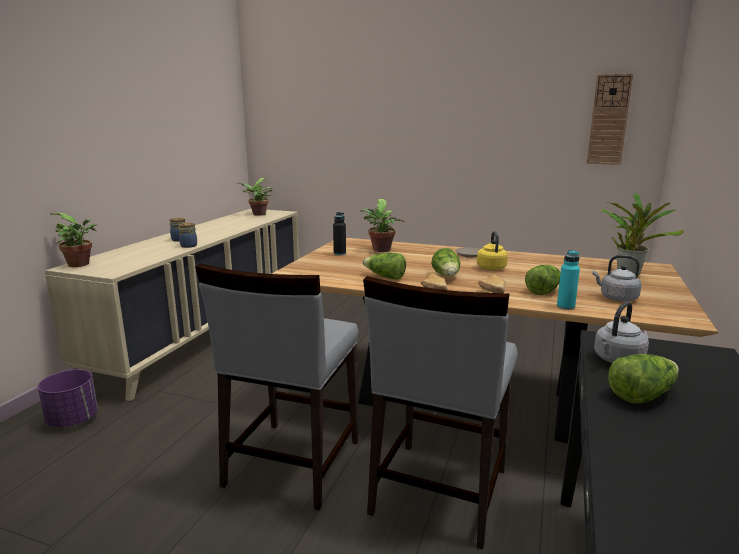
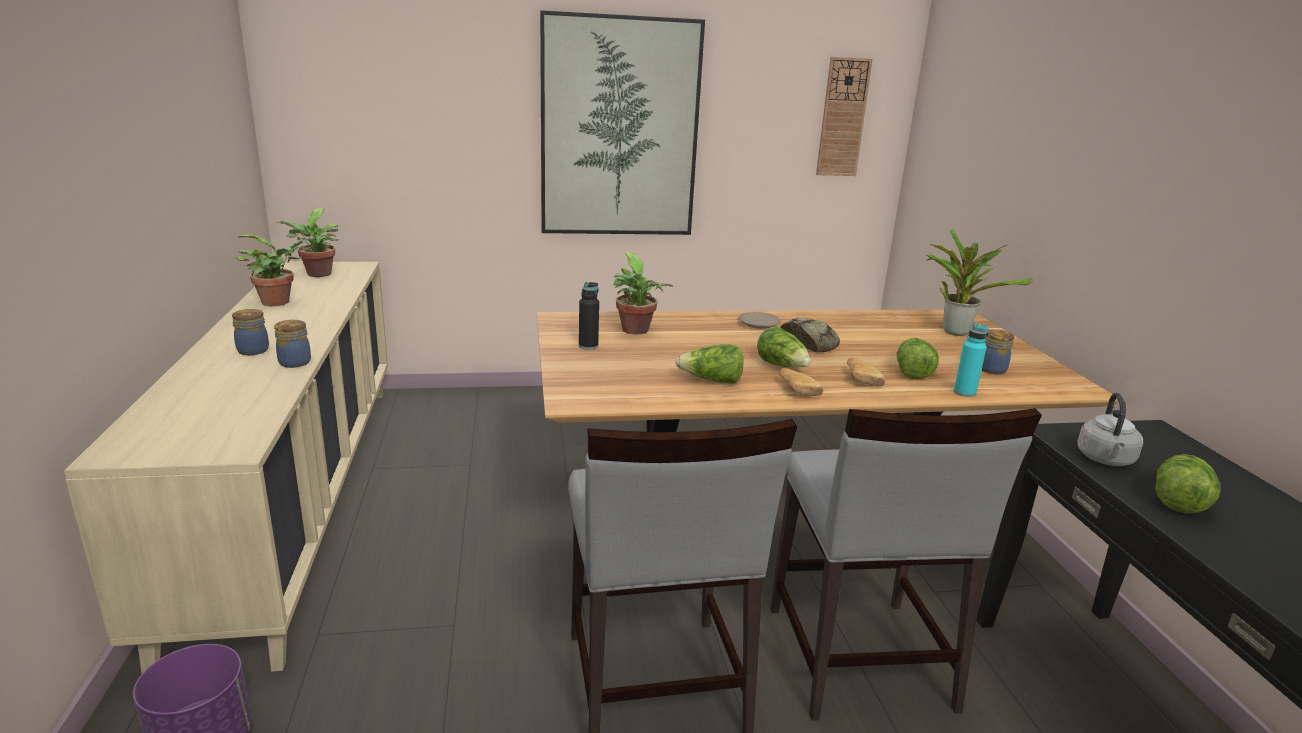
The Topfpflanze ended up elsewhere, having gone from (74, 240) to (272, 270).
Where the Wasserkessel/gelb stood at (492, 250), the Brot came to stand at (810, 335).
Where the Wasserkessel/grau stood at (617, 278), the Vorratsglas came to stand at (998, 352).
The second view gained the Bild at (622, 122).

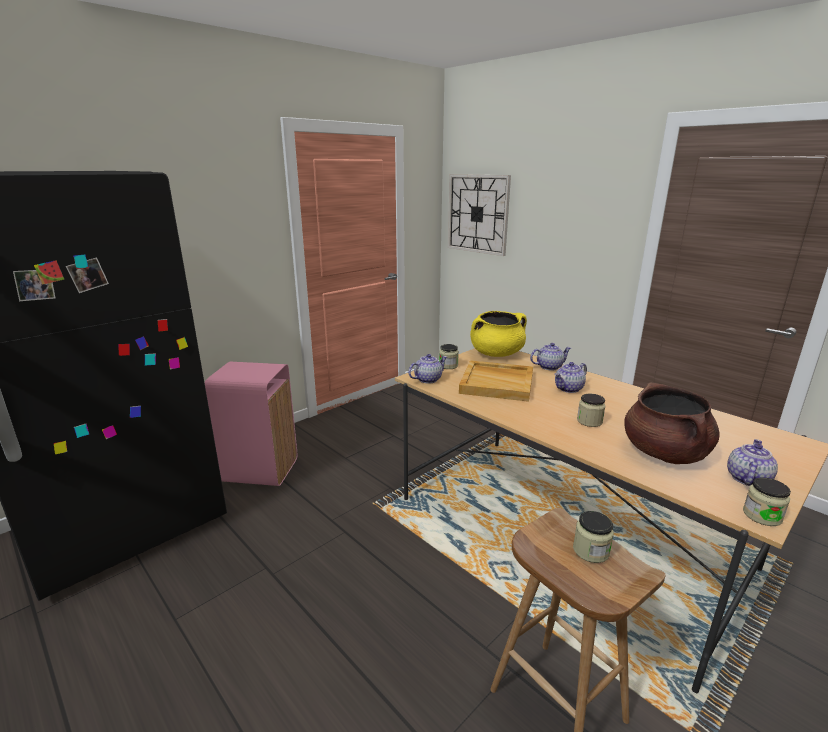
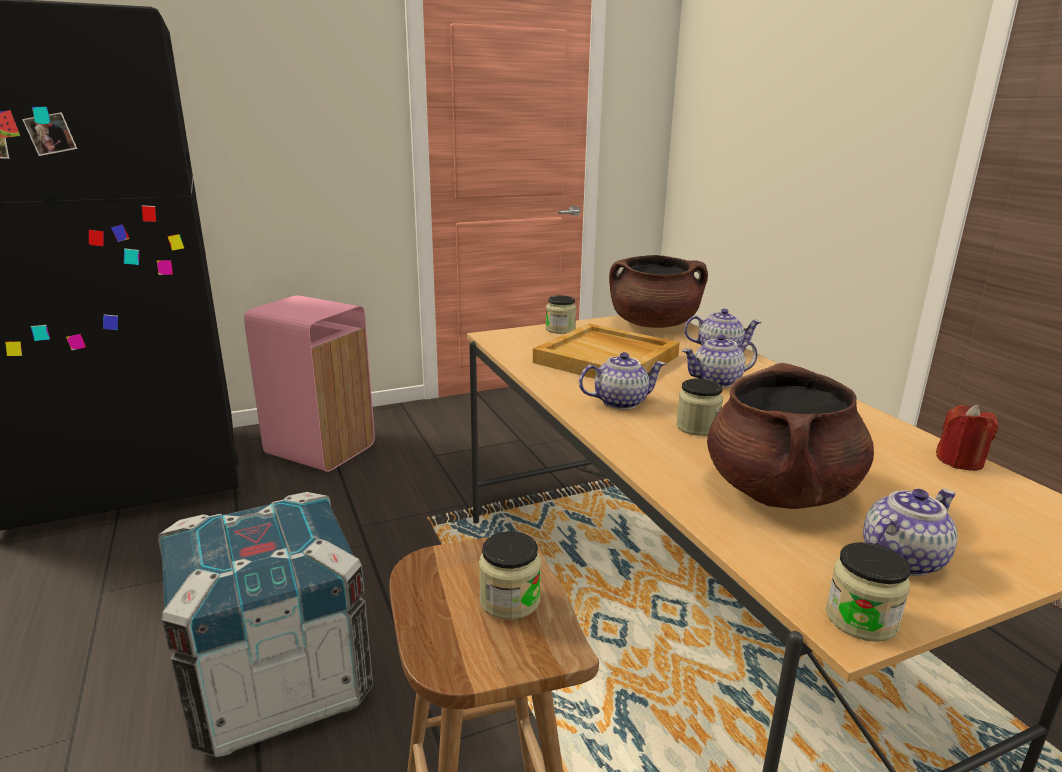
The Teekanne ended up elsewhere, having gone from (427, 369) to (622, 381).
The second view lost the Wanduhr at (479, 215).
What was the Kochtopf/gelb at (498, 334) turned into the Kochtopf/braun at (658, 291).
The second view gained the Kiste at (265, 624).
The second view gained the Kerze/rot at (967, 438).

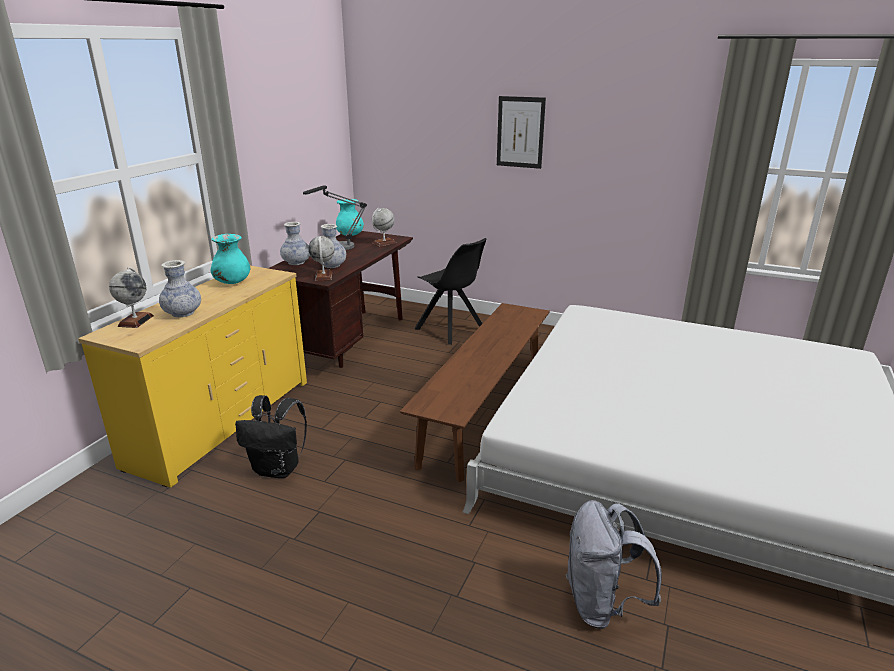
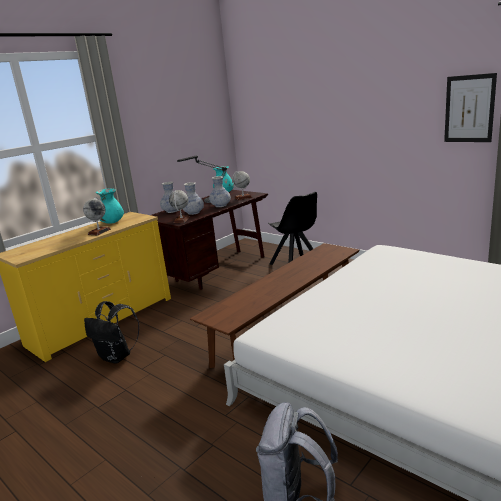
The Globus ended up elsewhere, having gone from (131, 297) to (97, 216).
The Vase ended up elsewhere, having gone from (180, 288) to (220, 191).
The Bild ended up elsewhere, having gone from (521, 132) to (470, 107).

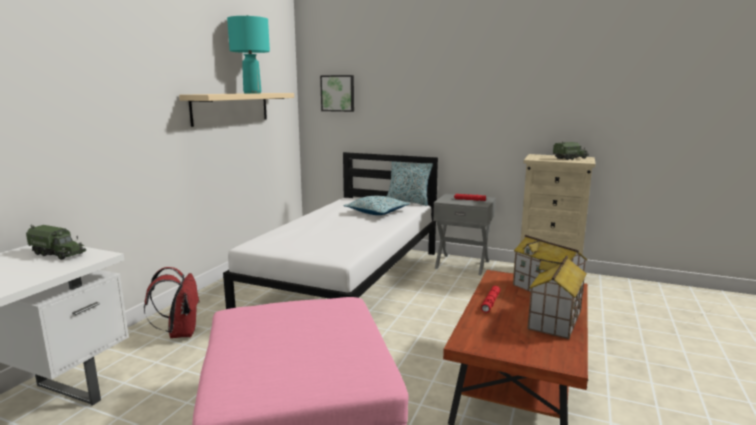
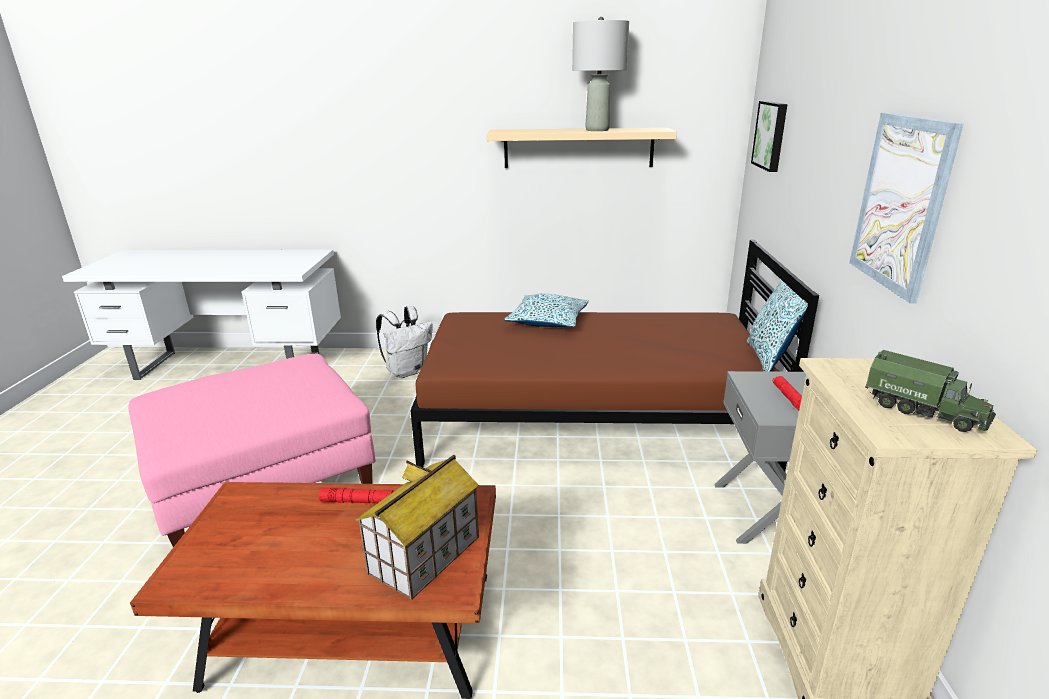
The second view lost the Spielzeuglaster at (56, 242).
What was the Rucksack/rot at (172, 302) turned into the Rucksack/weiß at (404, 342).
What was the Bett/weiß at (330, 230) turned into the Bett/braun at (614, 355).
What was the Tischlampe/türkis at (248, 54) turned into the Tischlampe/grau at (600, 74).
The Kissen ended up elsewhere, having gone from (377, 205) to (546, 310).
The second view lost the Spielzeughaus at (557, 297).
The second view gained the Bild at (906, 208).

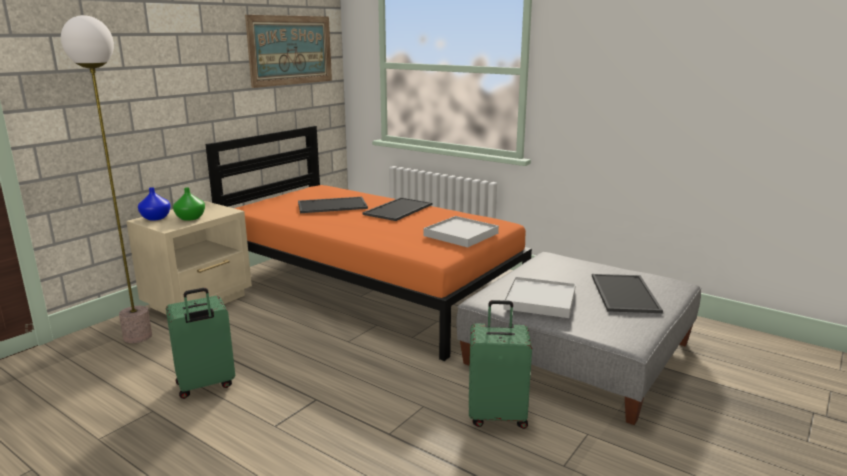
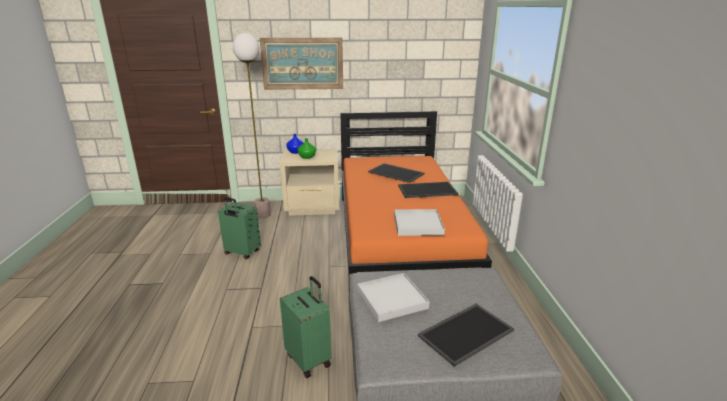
The Bild ended up elsewhere, having gone from (288, 51) to (301, 63).

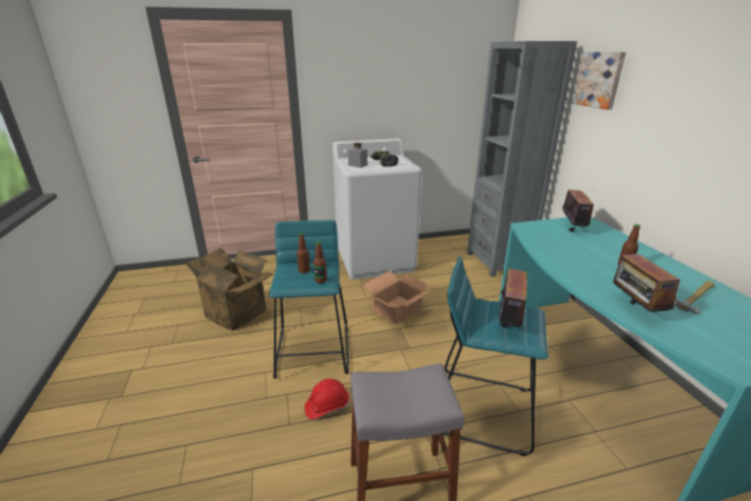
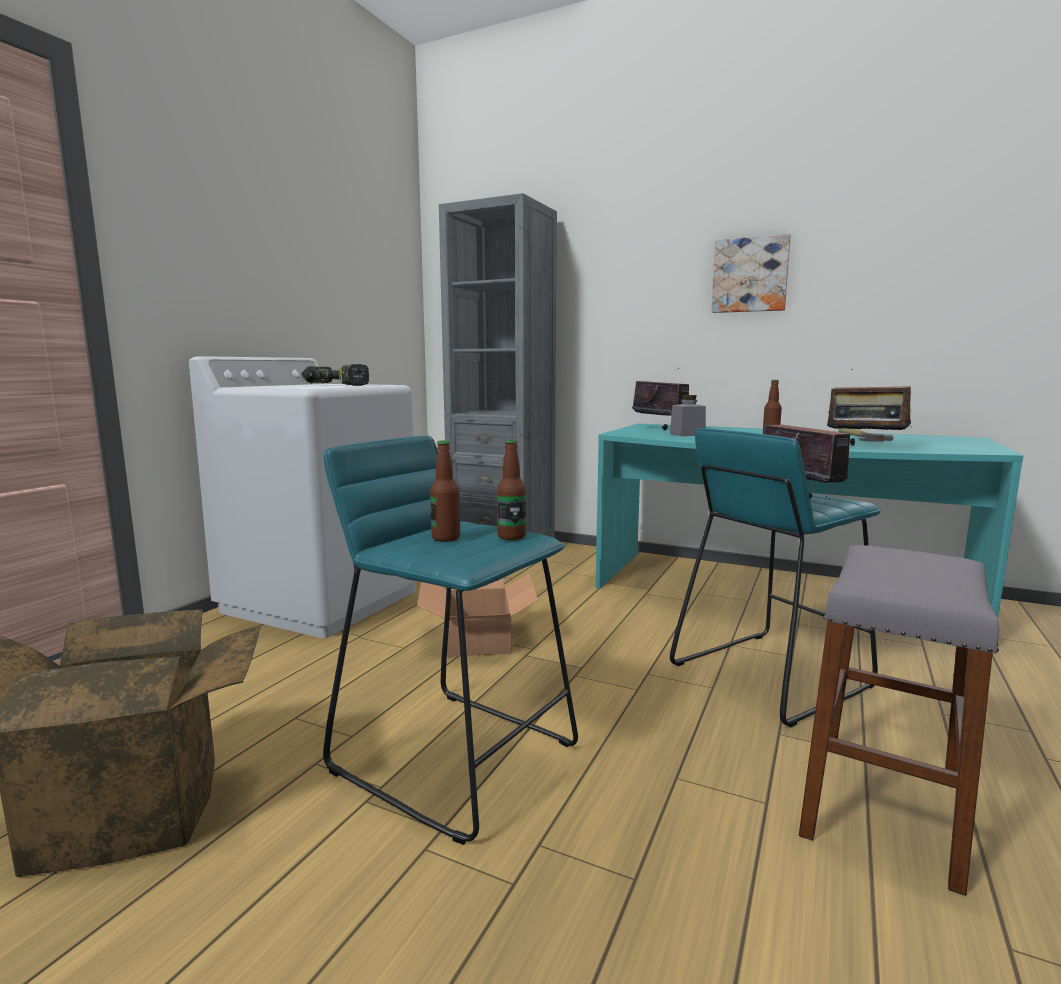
The second view lost the Schutzhelm/rot at (327, 399).
The Vorratsglas/grau ended up elsewhere, having gone from (358, 155) to (688, 415).
The Bild ended up elsewhere, having gone from (599, 81) to (751, 273).

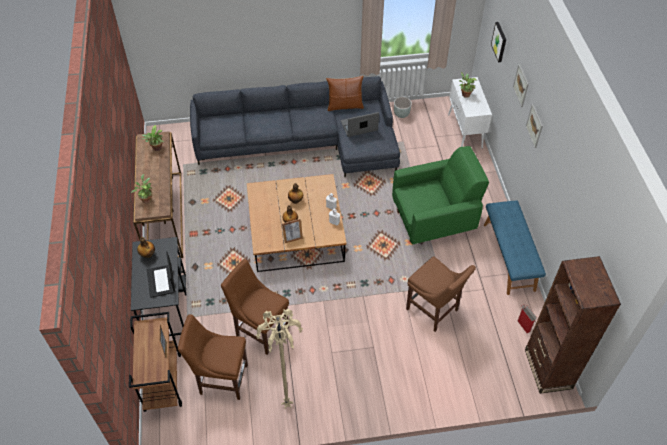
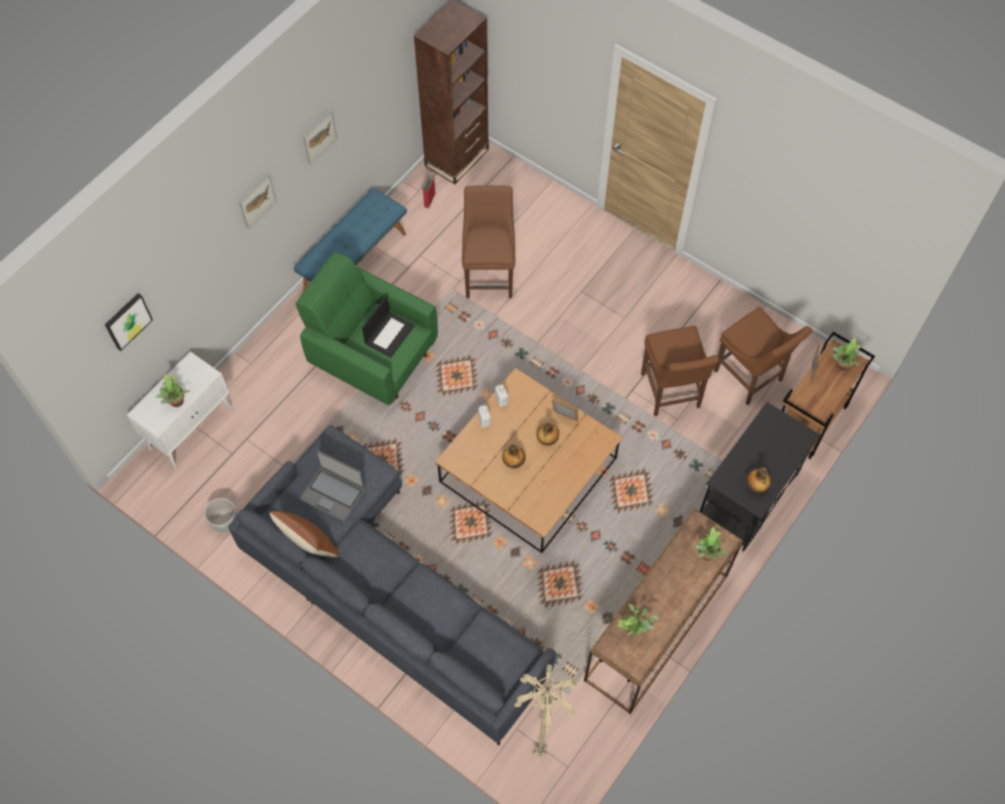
The Laptop ended up elsewhere, having gone from (161, 274) to (388, 327).
The Stehlampe/beige ended up elsewhere, having gone from (279, 359) to (545, 712).
The Bild ended up elsewhere, having gone from (521, 85) to (320, 137).
The second view gained the Topfpflanze at (846, 354).

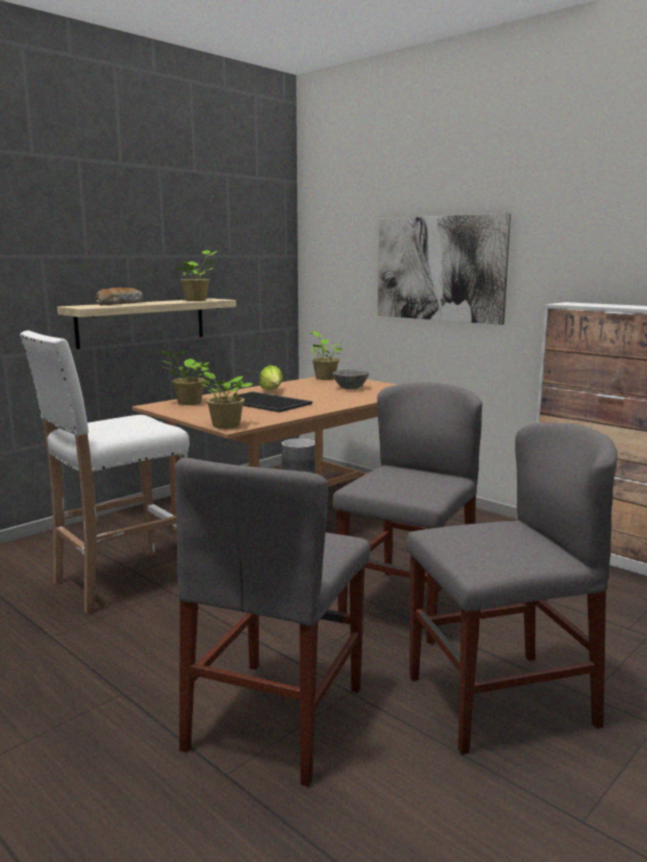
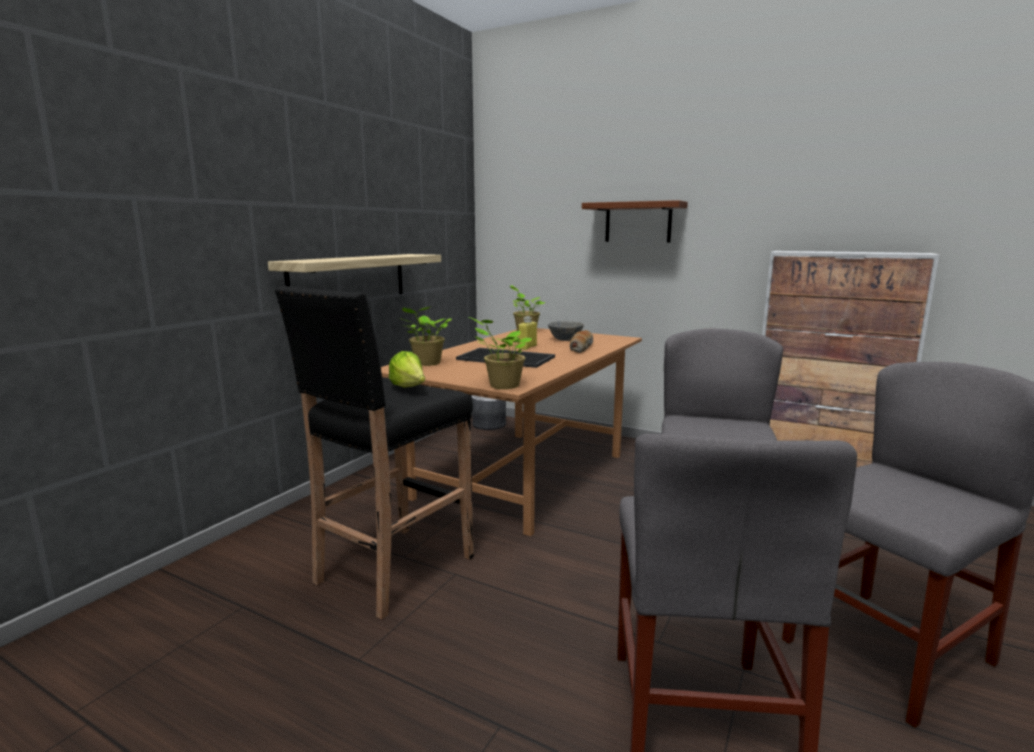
What was the Hocker/weiß at (105, 472) turned into the Hocker/schwarz at (374, 453).
The Brot ended up elsewhere, having gone from (119, 296) to (581, 341).
The second view lost the Topfpflanze at (196, 275).
The Salatkopf ended up elsewhere, having gone from (271, 377) to (407, 369).
Where the Bild hung at (444, 269), the Wandregal/braun came to hang at (635, 221).
The second view gained the Flasche/gelb at (527, 333).

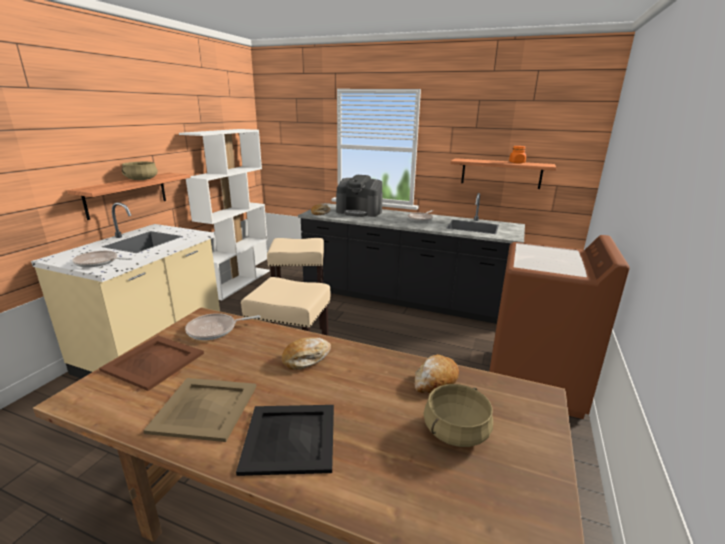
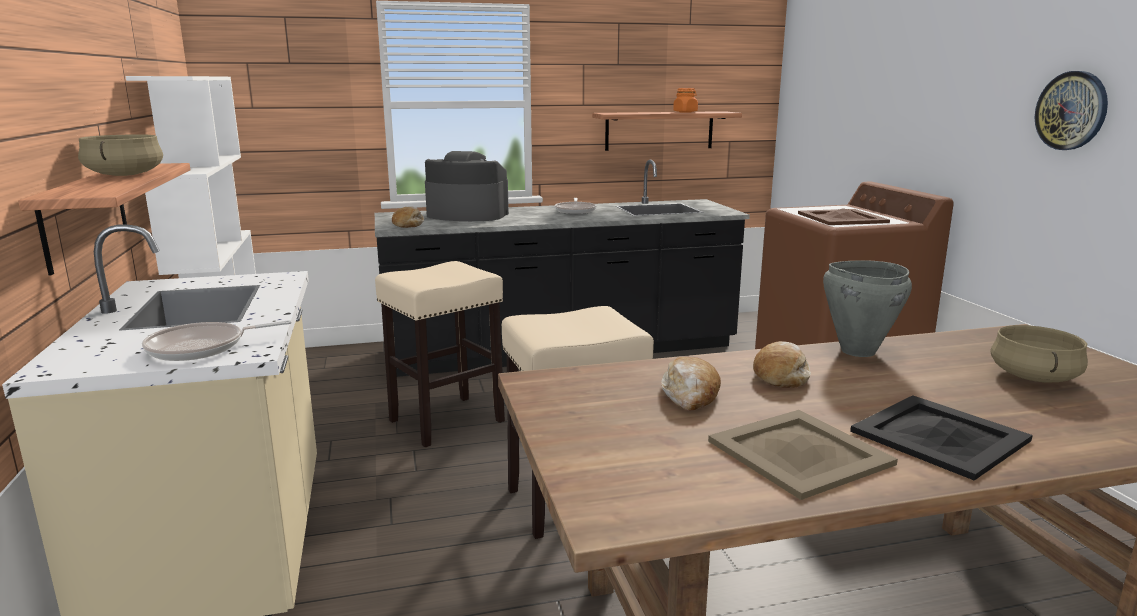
The Tablett/braun ended up elsewhere, having gone from (151, 363) to (844, 216).
The second view lost the Pfanne at (223, 326).
The Kaffeemaschine at (359, 196) ended up facing another way, 150 degrees counterclockwise from before.
The Brot ended up elsewhere, having gone from (437, 373) to (691, 384).
The second view gained the Kochtopf/grau at (867, 308).
The second view gained the Wanduhr at (1071, 110).

